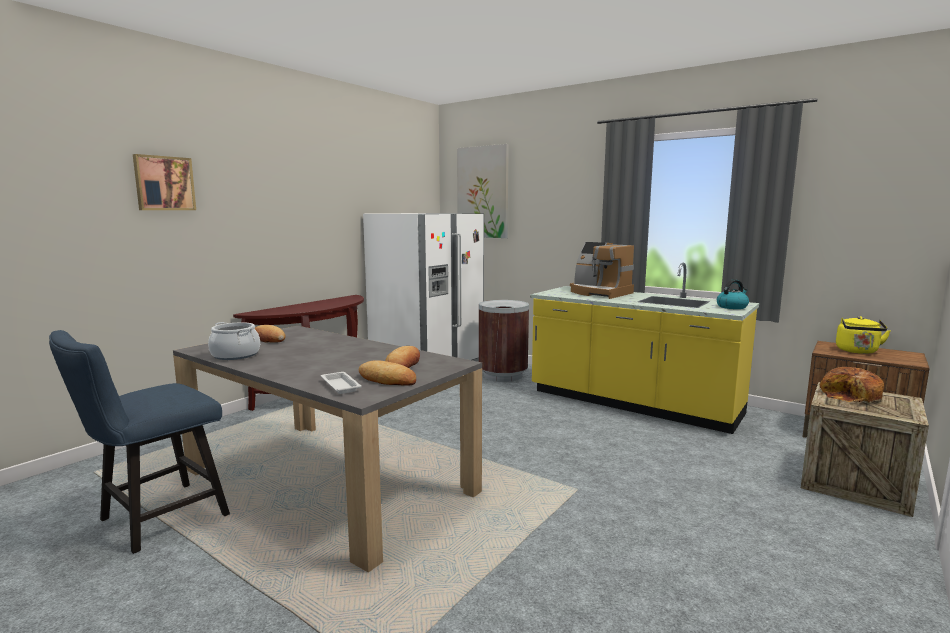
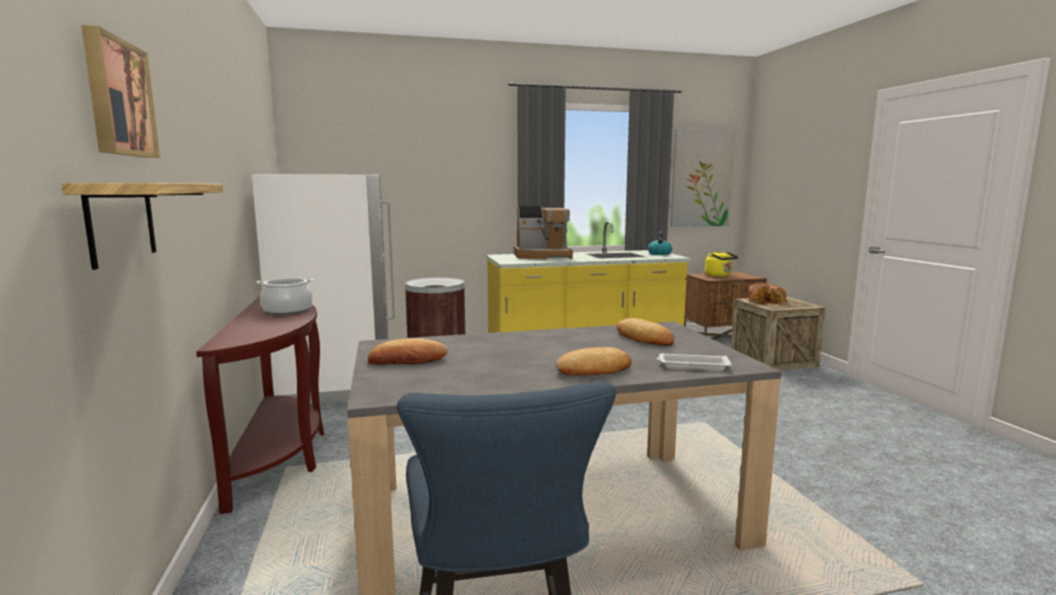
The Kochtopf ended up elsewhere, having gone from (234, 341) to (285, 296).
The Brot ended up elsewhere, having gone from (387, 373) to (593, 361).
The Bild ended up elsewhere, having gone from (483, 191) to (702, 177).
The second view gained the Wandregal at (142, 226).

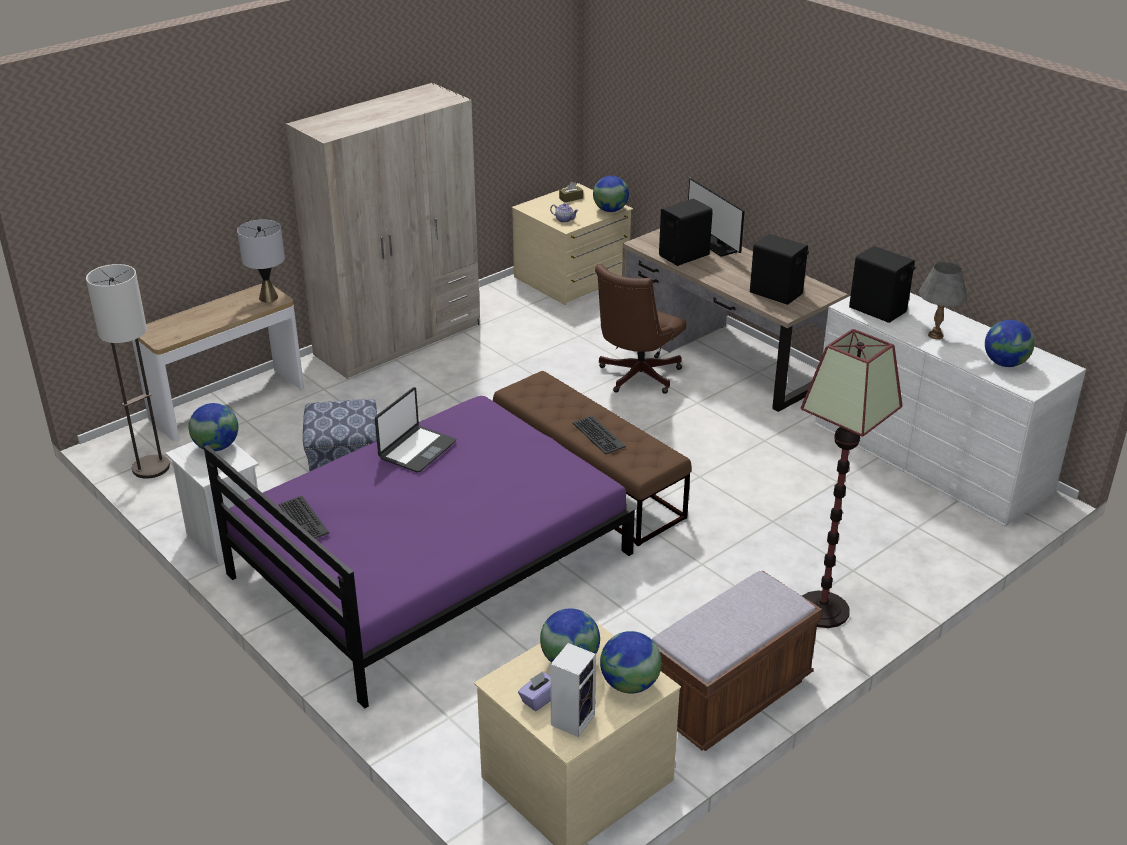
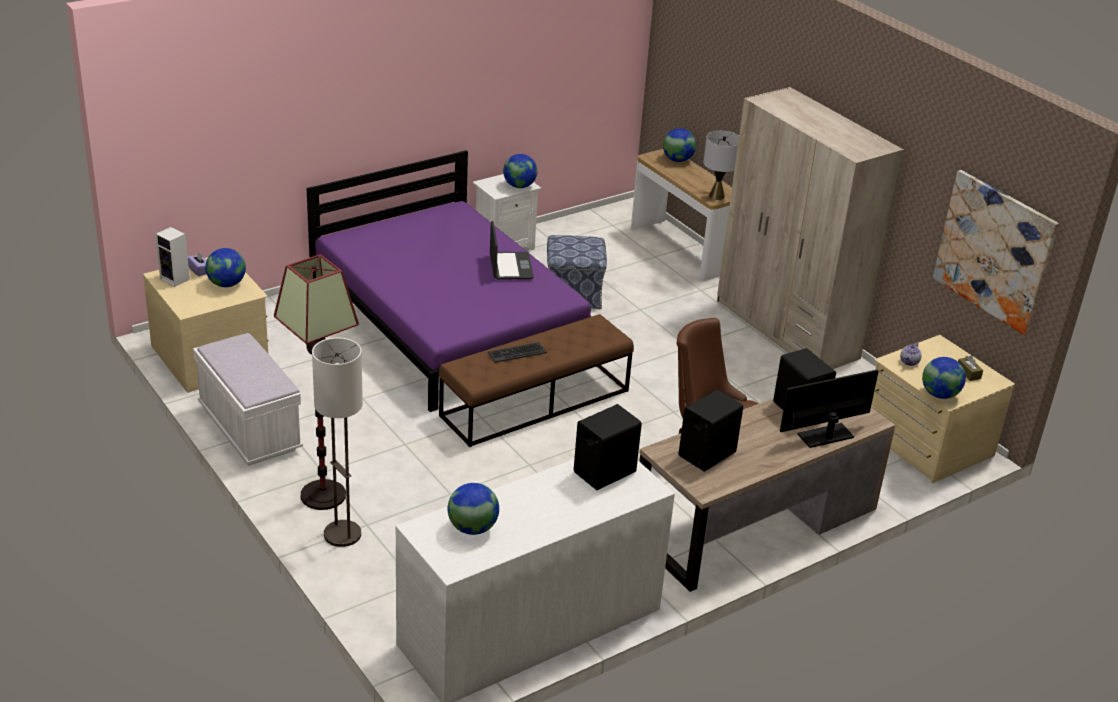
The Stehlampe ended up elsewhere, having gone from (128, 371) to (337, 442).
The second view lost the Tastatur at (304, 517).
The Laptop at (415, 429) ended up facing another way, 135 degrees counterclockwise from before.
The Globus ended up elsewhere, having gone from (631, 662) to (679, 145).
What was the Bank/braun at (737, 661) turned into the Bank/weiß at (248, 399).
The second view lost the Tischlampe/grau at (943, 300).
The second view gained the Bild at (996, 252).

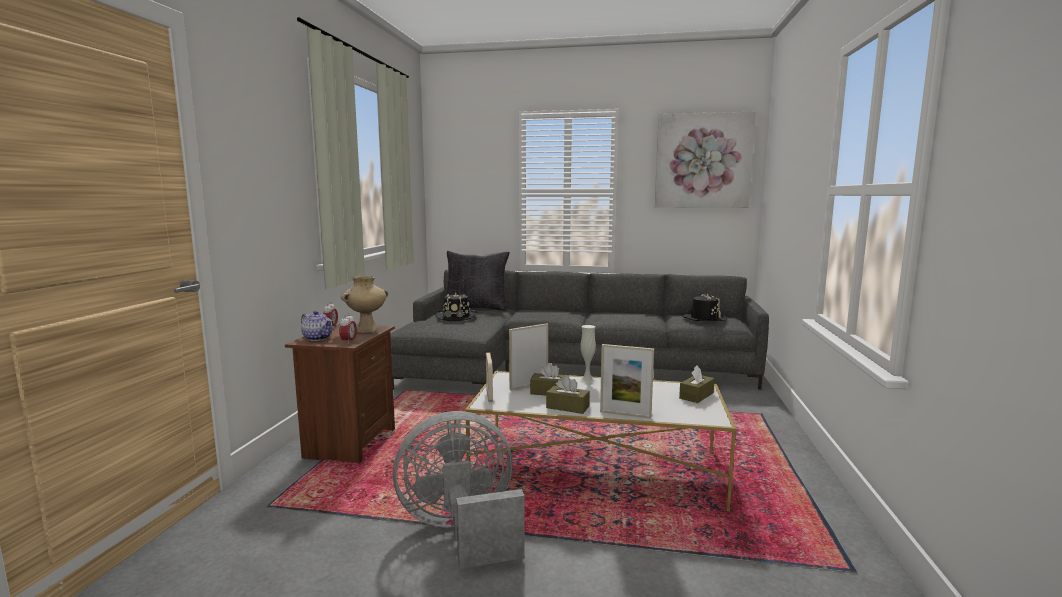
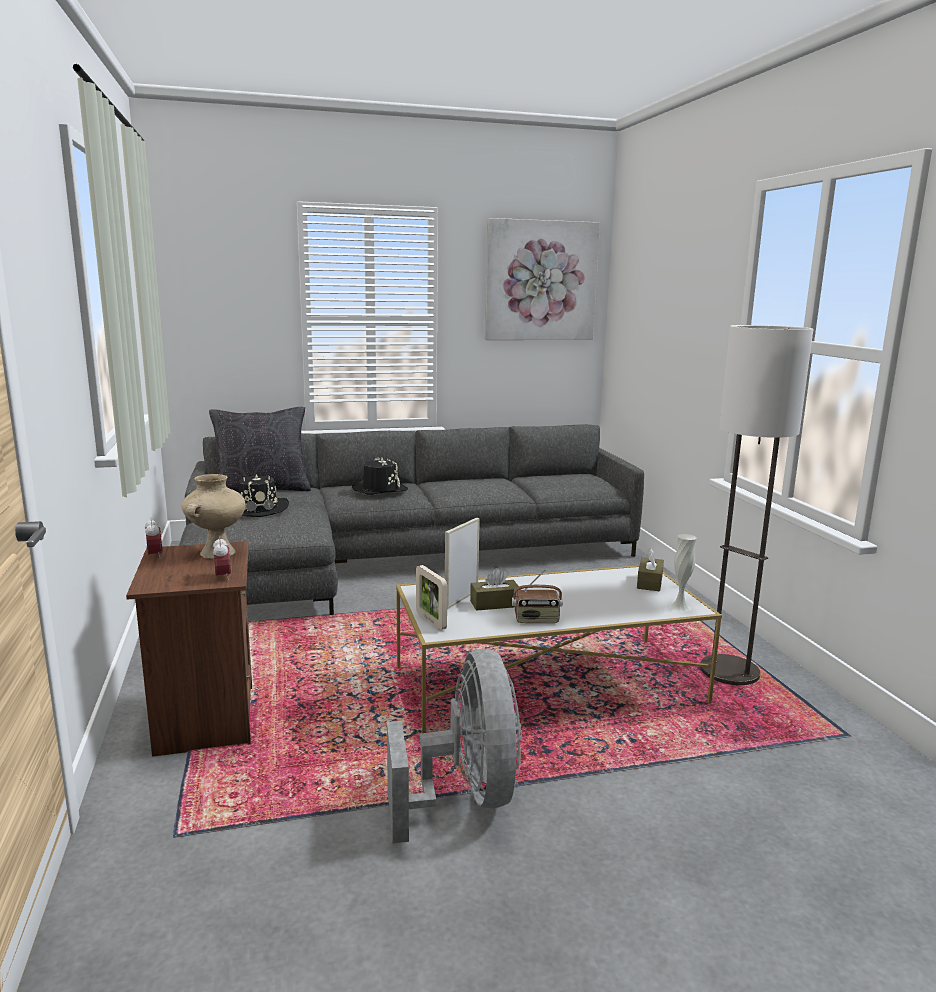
The second view lost the Teekanne at (316, 326).
The Ventilator/grau at (459, 490) ended up facing another way, 120 degrees clockwise from before.
Where the Taschentuchbox/braun stood at (568, 395), the Radio came to stand at (537, 596).
The Vase/weiß ended up elsewhere, having gone from (588, 354) to (683, 573).
The second view lost the Bilderrahmen at (627, 381).
The Hut/schwarz ended up elsewhere, having gone from (704, 307) to (380, 476).
The second view gained the Stehlampe at (756, 505).

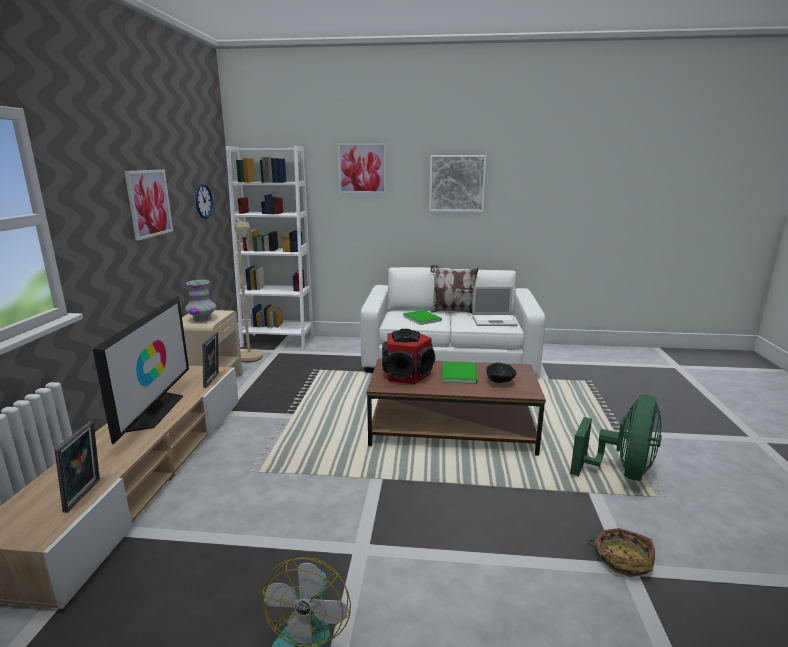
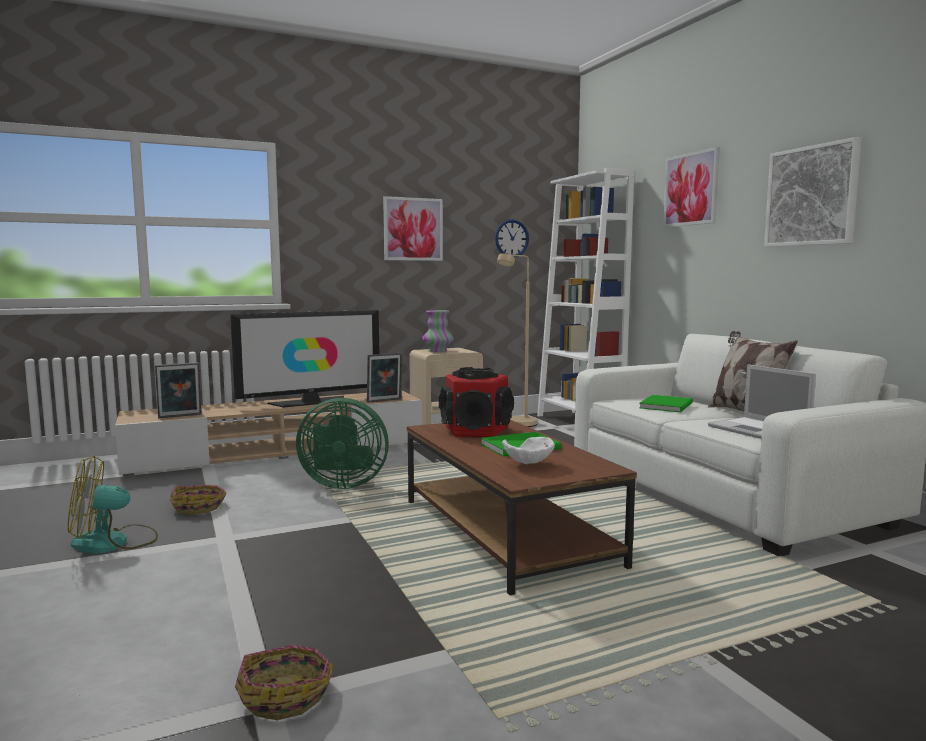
What was the Schüssel/schwarz at (501, 373) turned into the Schüssel/weiß at (528, 450).
The Ventilator/grün ended up elsewhere, having gone from (616, 437) to (342, 443).
The second view gained the Korb at (198, 500).

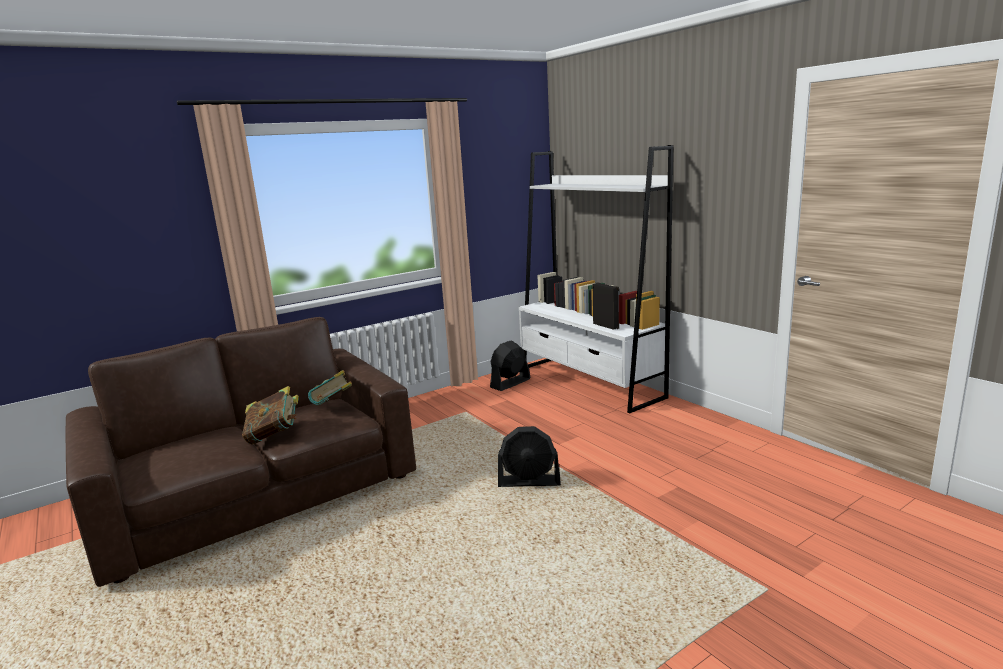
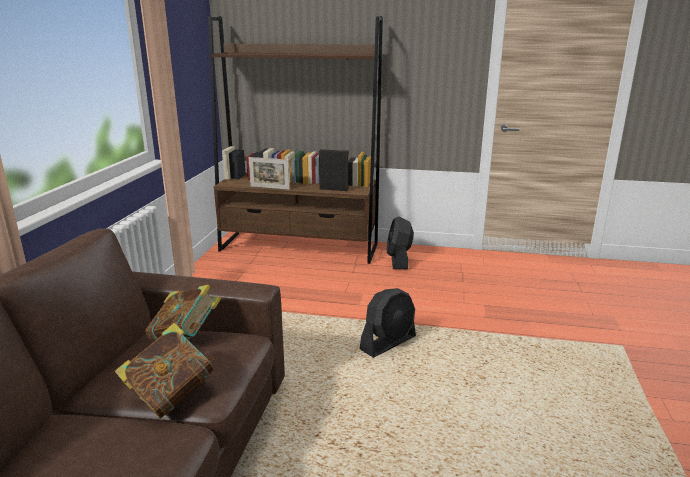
The Ventilator/schwarz ended up elsewhere, having gone from (510, 365) to (400, 243).
What was the Bücherregal/weiß at (596, 279) turned into the Bücherregal/braun at (295, 140).
The second view gained the Bilderrahmen at (269, 173).

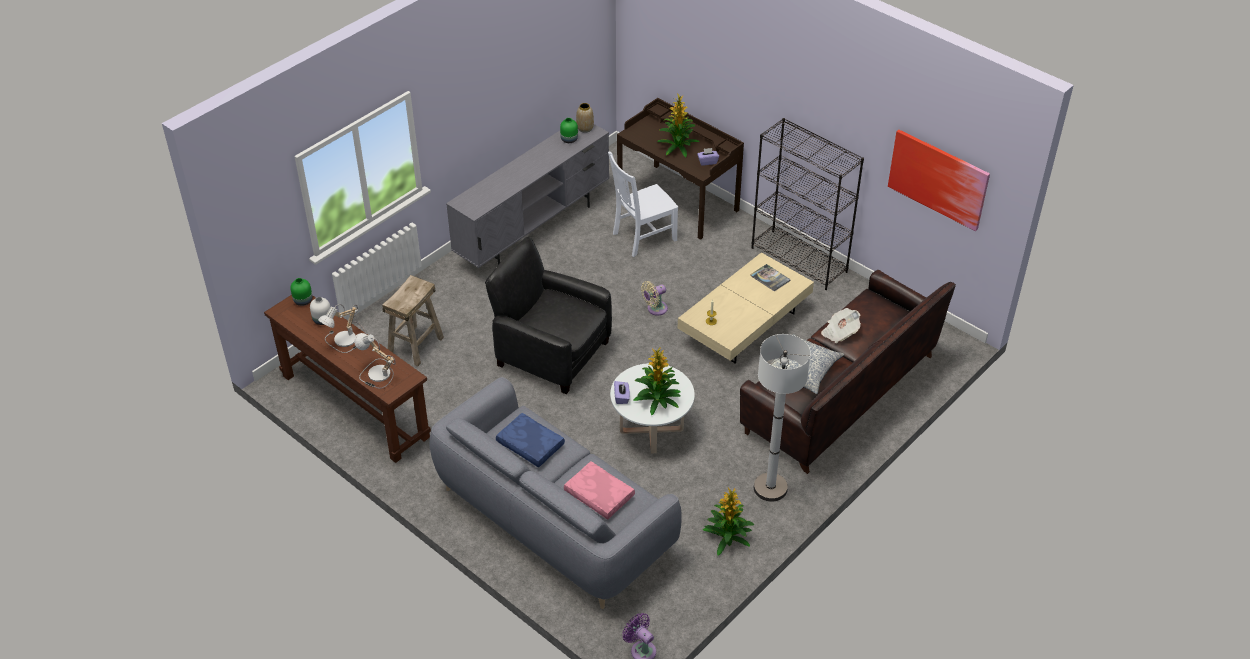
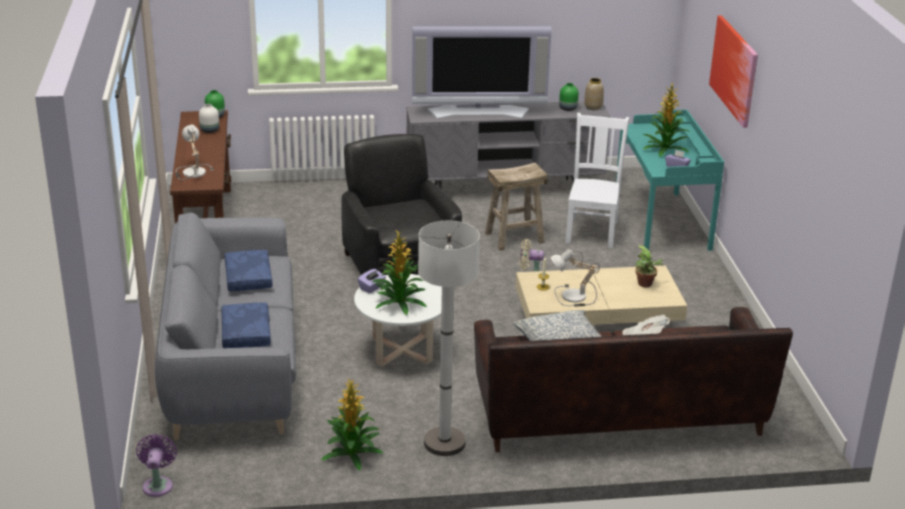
The Tischlampe ended up elsewhere, having gone from (342, 328) to (575, 278).
The Hocker/beige ended up elsewhere, having gone from (413, 321) to (516, 207).
What was the Kissen/rosa at (599, 491) turned into the Kissen/blau at (246, 325).
The Stuhl/weiß at (643, 204) ended up facing another way, 90 degrees clockwise from before.
What was the Schreibtisch/braun at (680, 169) turned into the Schreibtisch/türkis at (670, 180).
The second view lost the Bücherregal/schwarz at (807, 204).
Where the Buch stood at (771, 278), the Topfpflanze came to stand at (648, 266).
The Bild ended up elsewhere, having gone from (939, 180) to (733, 71).
The second view gained the Fernseher at (481, 72).

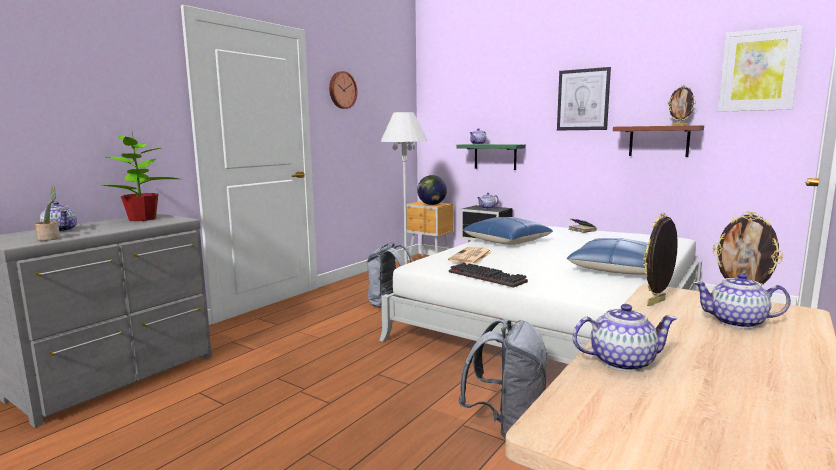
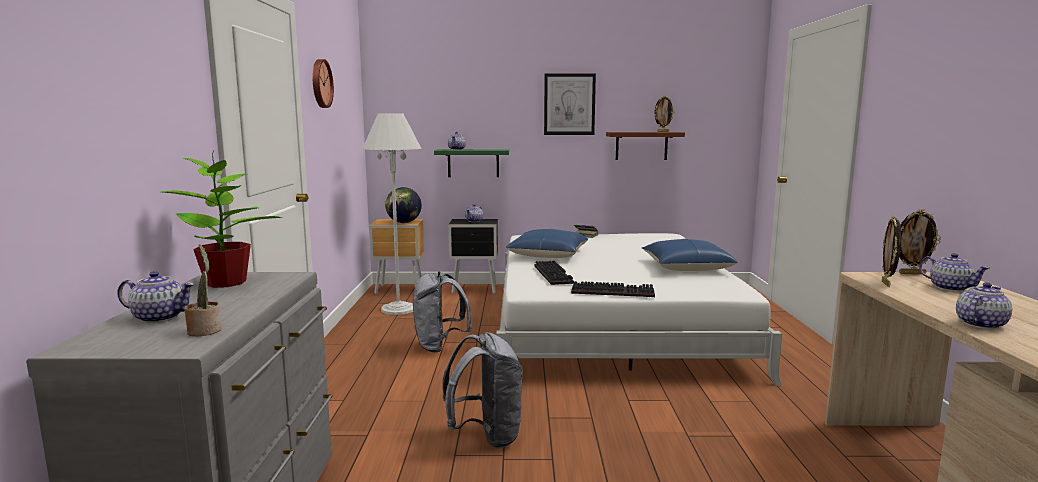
Where the Zeitung stood at (470, 255), the Tastatur came to stand at (554, 273).
The Rucksack/grau ended up elsewhere, having gone from (503, 379) to (482, 390).
The Teekanne at (742, 301) ended up facing another way, 105 degrees counterclockwise from before.
The second view lost the Bild at (760, 68).

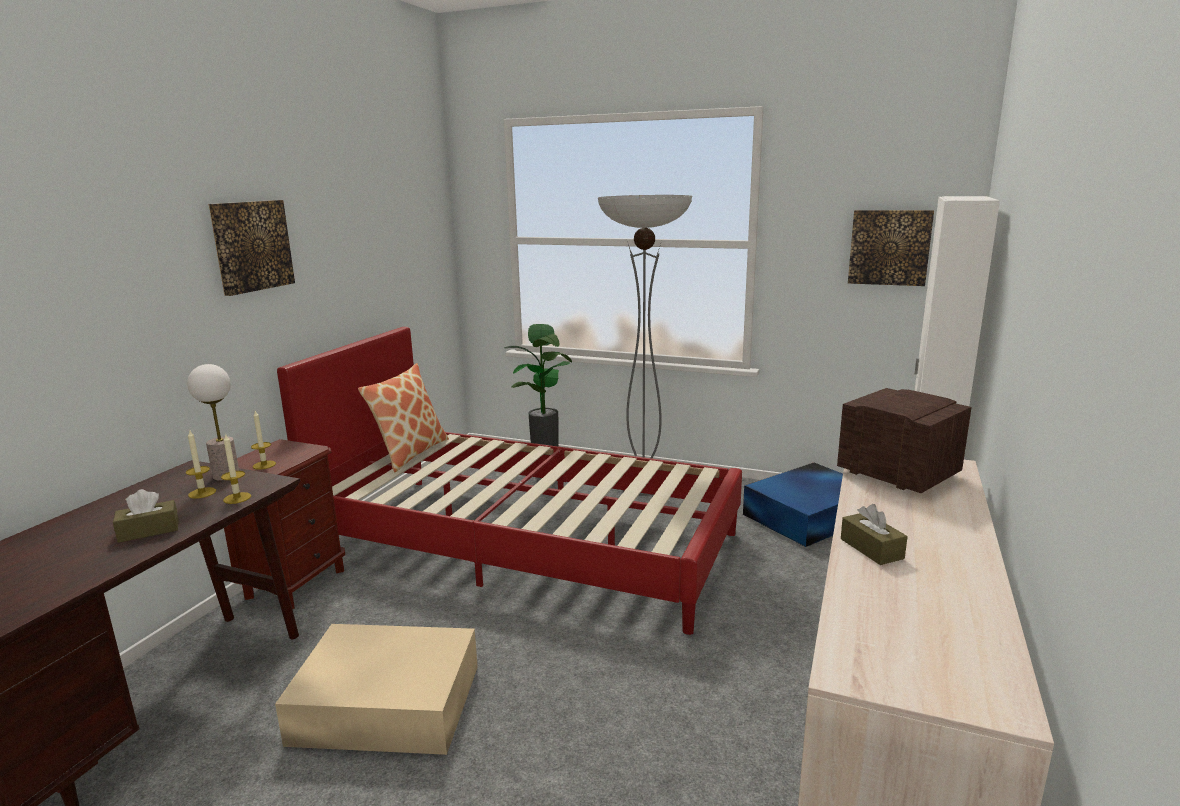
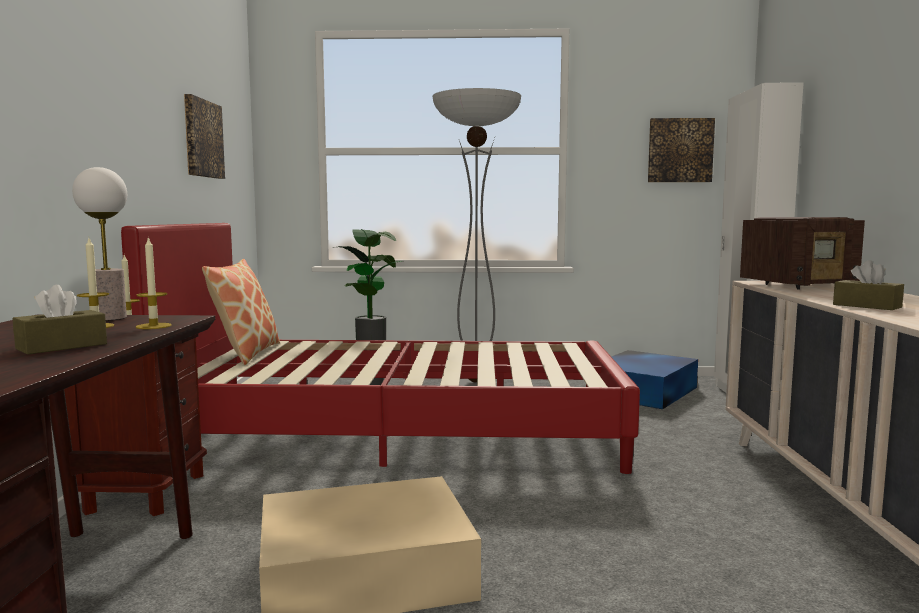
The Bild ended up elsewhere, having gone from (252, 248) to (204, 136).
The Radio at (904, 440) ended up facing another way, 135 degrees clockwise from before.

